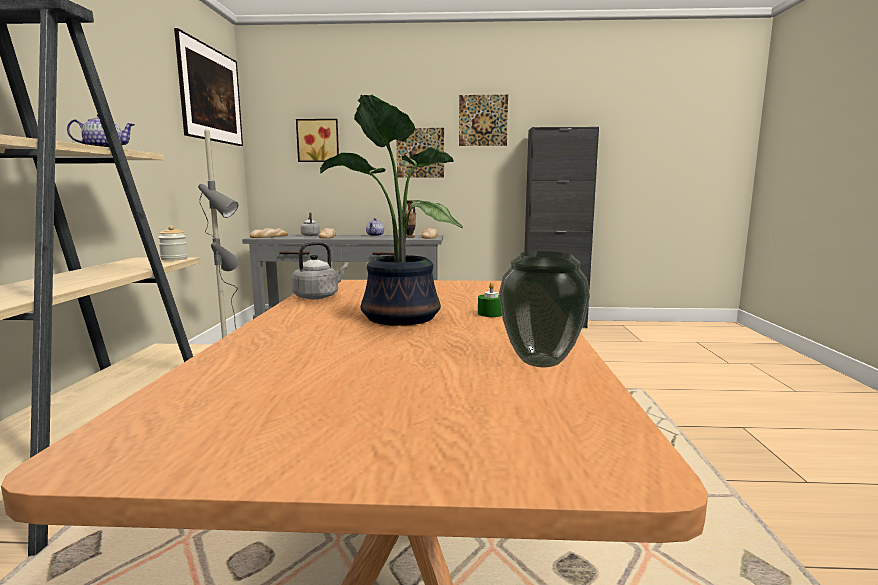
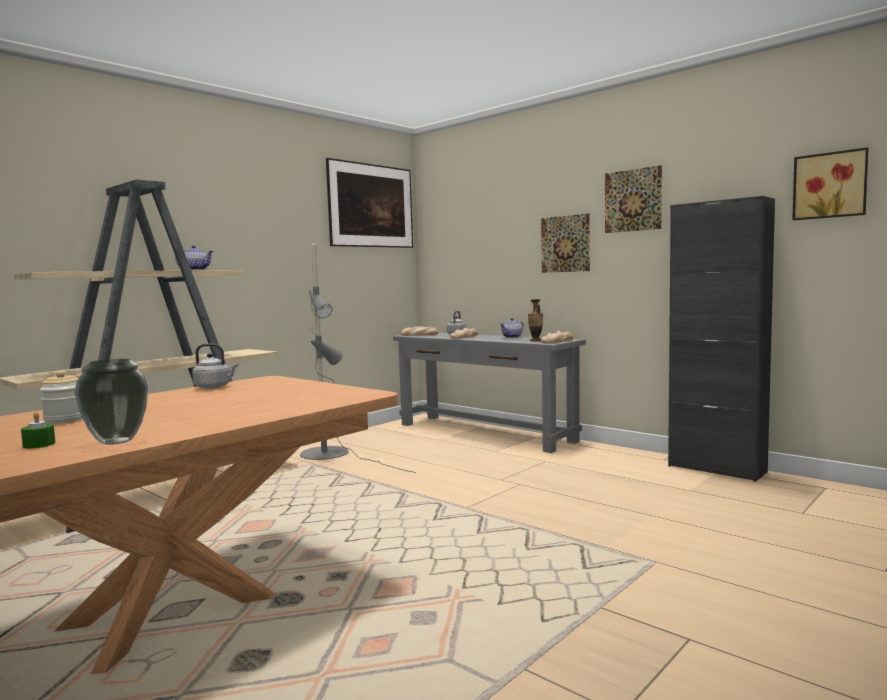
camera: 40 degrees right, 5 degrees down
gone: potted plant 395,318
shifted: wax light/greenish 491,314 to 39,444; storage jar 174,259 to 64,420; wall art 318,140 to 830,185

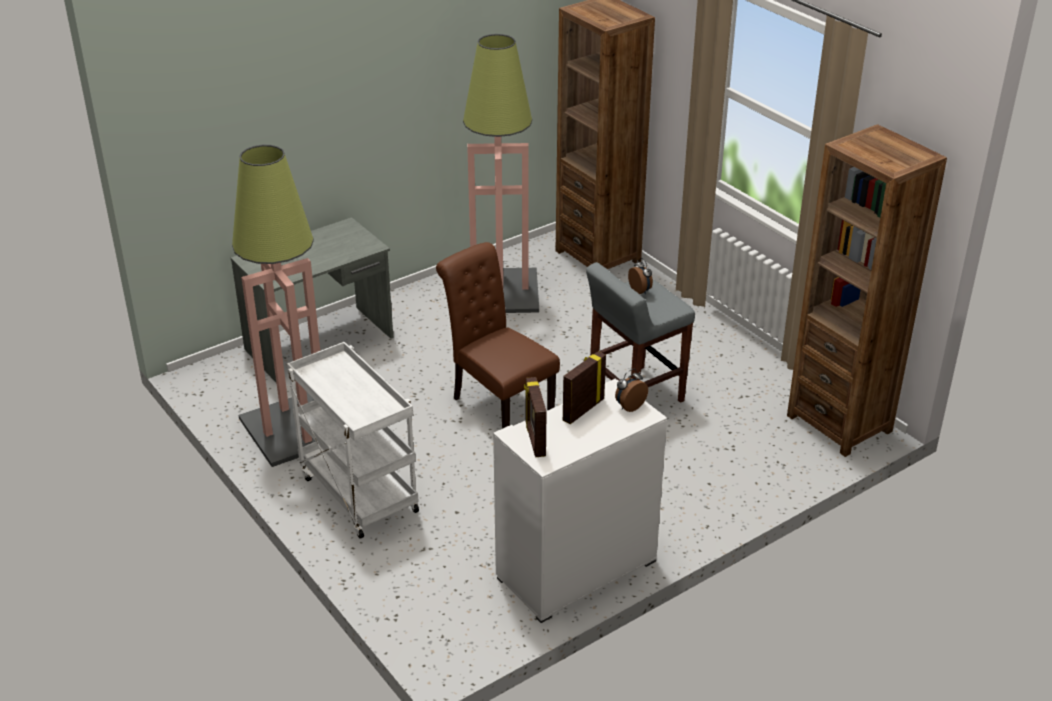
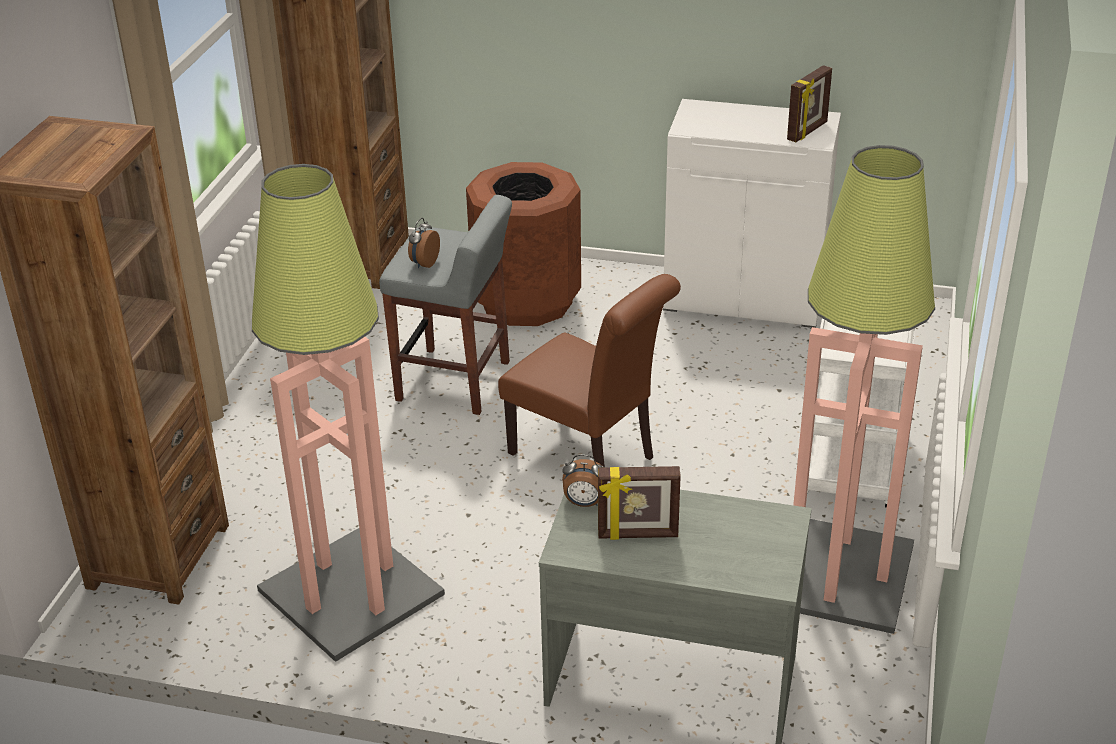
camera: 130 degrees left, 0 degrees up
new: trash can/brown 526,301
shifted: bedside clock 629,406 to 584,503; standing frame 582,409 to 638,535
rotated: upright chair/brown 497,403 = 589,458 60 degrees counterclockwise

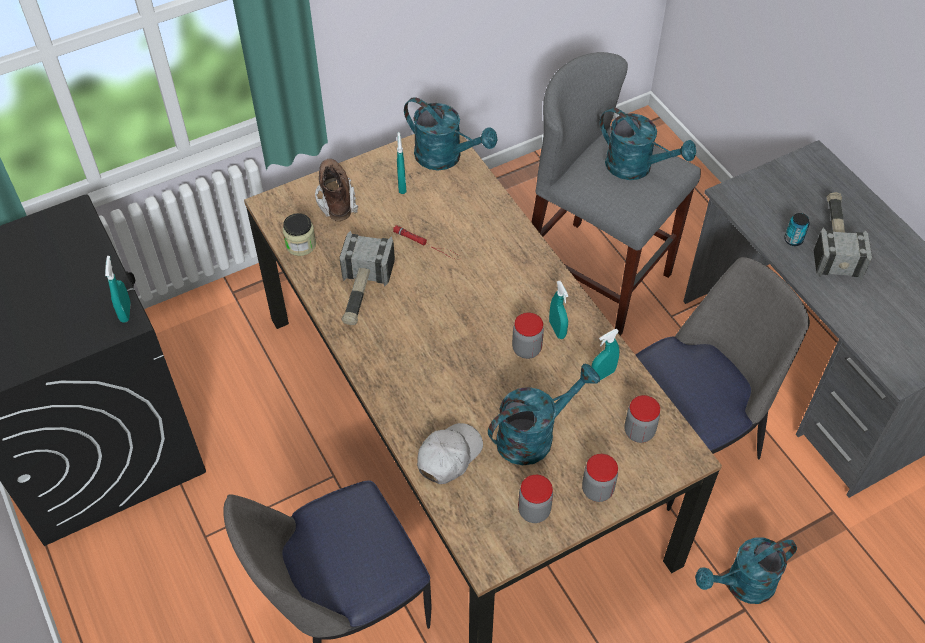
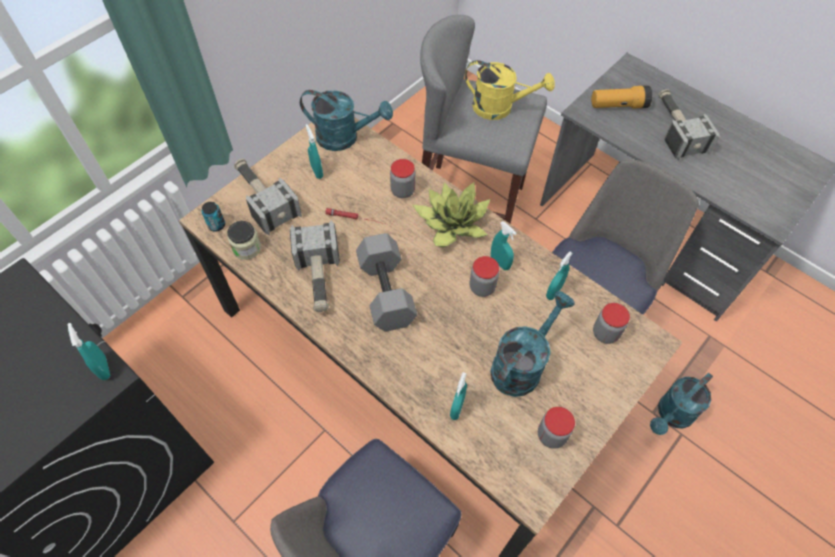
camera: 20 degrees left, 5 degrees up
new: free weight/grey 388,292; potted plant 452,224; hand torch 618,105
shifted: metal can 793,240 to 217,225; storage jar 597,490 to 403,191
swapped: tall boot/brown 336,199 to tool hammer 263,198; baseball cap/white-coloured 448,456 to spray bottle/blue-green 457,408
repainted: watering pot/blue-green 637,168 to watering pot/yellowish 500,108

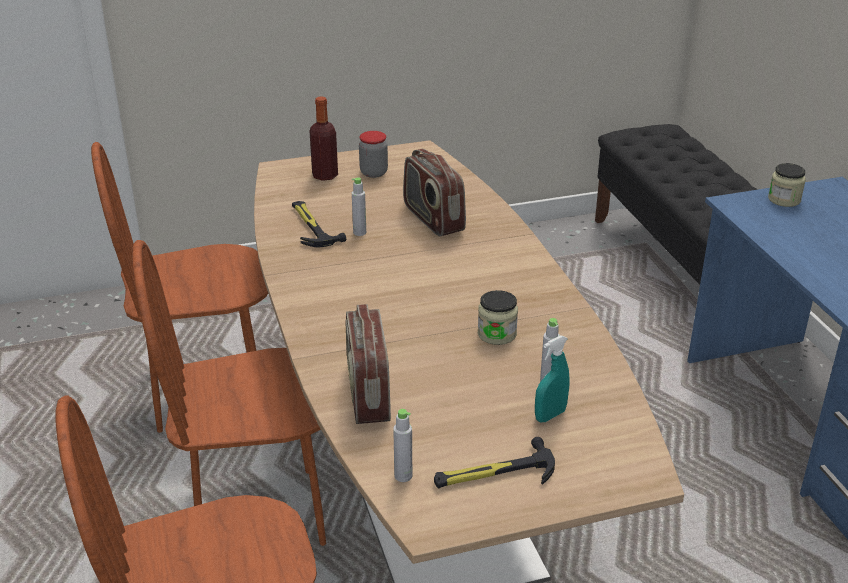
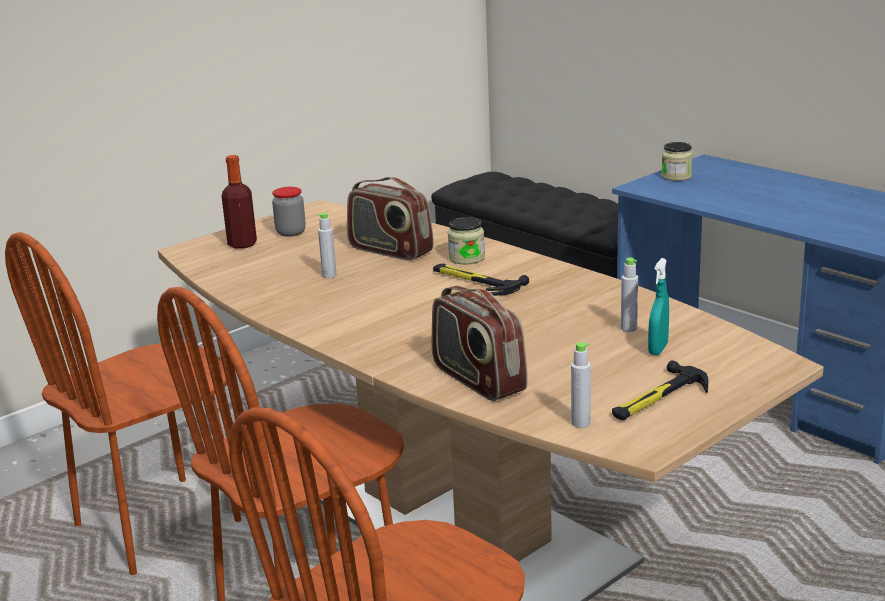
camera: 25 degrees left, 10 degrees down
shifted: tool hammer 311,226 to 475,281; storage jar 497,334 to 466,258

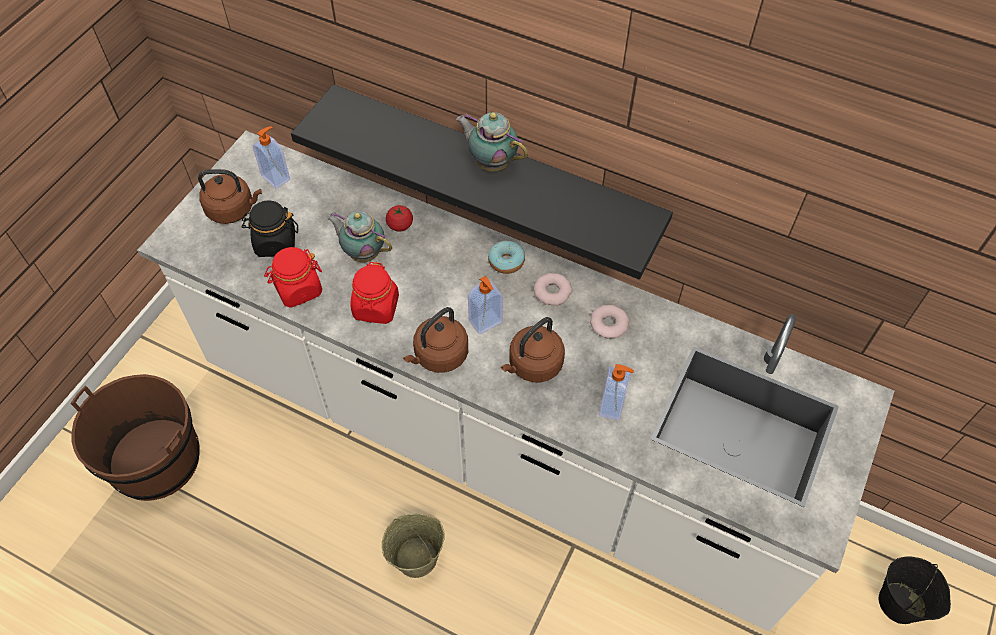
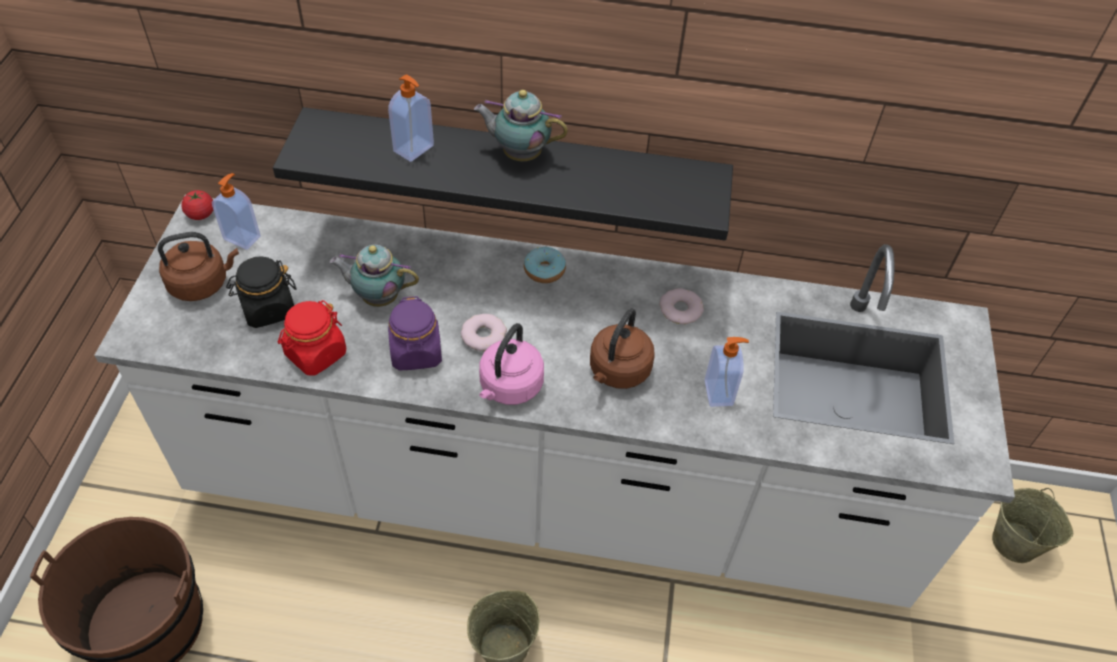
camera: 20 degrees left, 5 degrees down
shifted: tomato 400,225 to 201,214; soap dispenser 486,322 to 414,149; ring doughnut 552,291 to 483,335
repainted: storage jar/red-coloured 376,307 to storage jar/purplish 416,352; kettle/brown 439,356 to kettle/pinkish 509,387; pail/blackish 900,604 to pail/beige-coloured 1015,543

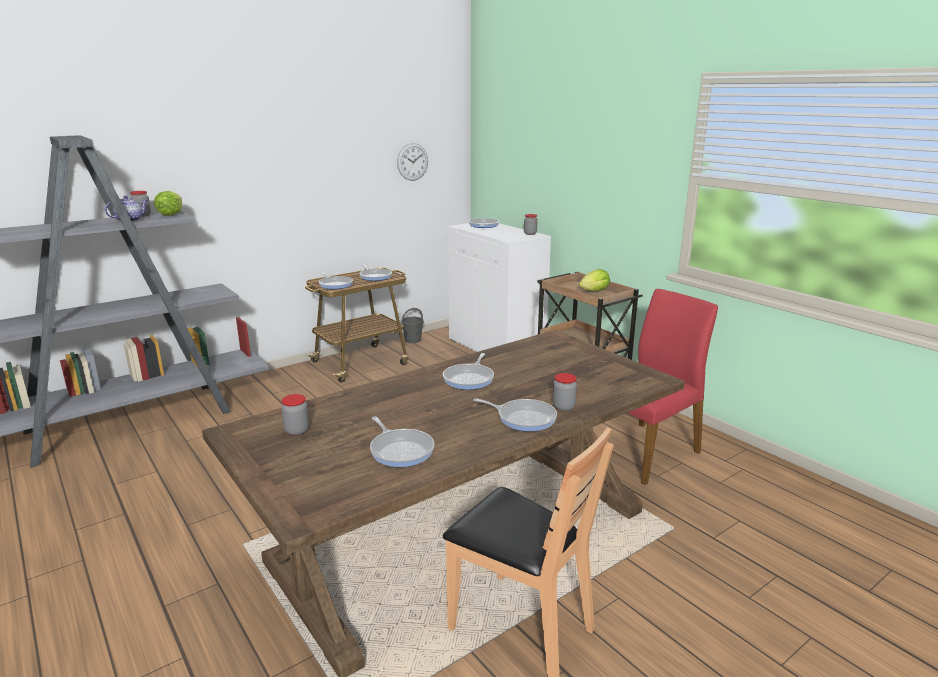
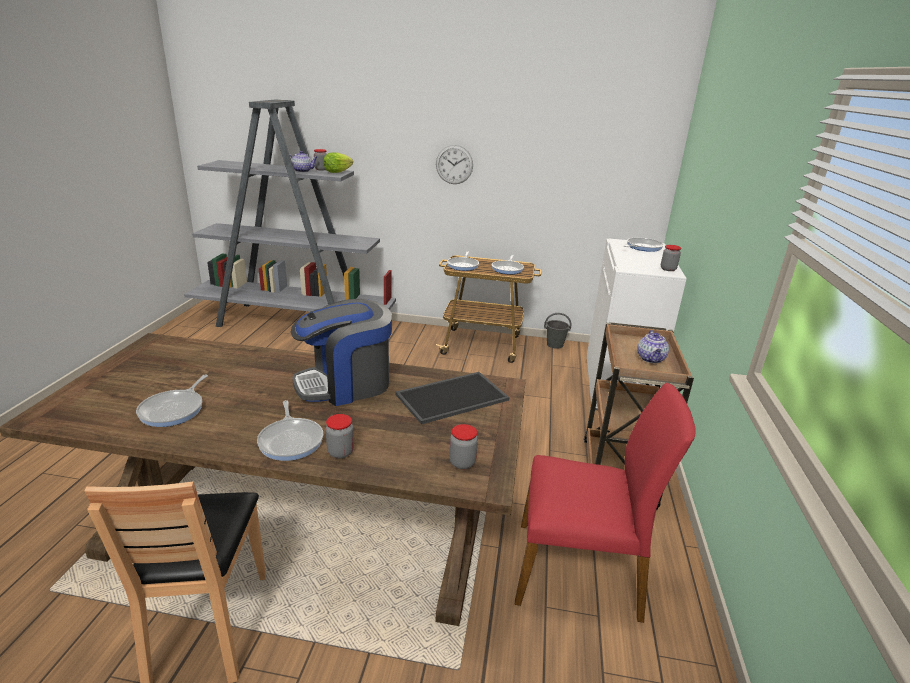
camera: 45 degrees right, 5 degrees up
new: tray 452,396
shifted: clock on the wall 412,162 to 454,164; storage jar 296,430 to 462,462
swapped: frying pan 470,379 to coffee brewer 345,384; head of lettuce 594,291 to teapot 651,359

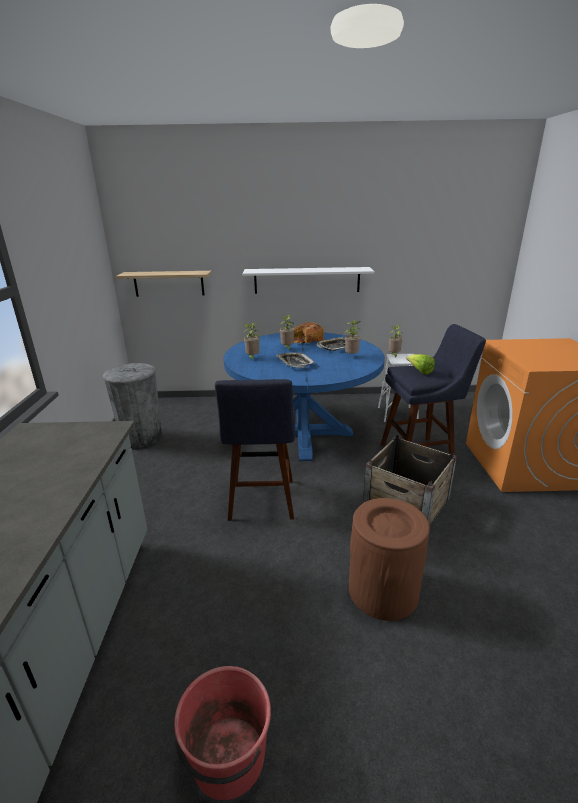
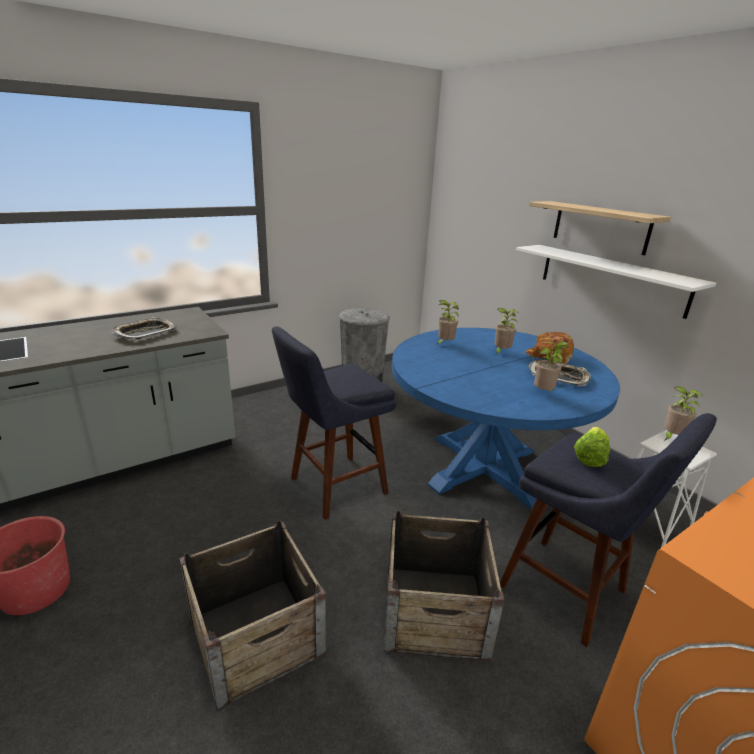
camera: 55 degrees right, 0 degrees up
shifted: tray 295,363 to 145,333; shelf 169,283 to 600,227
swapped: trash can/brown 382,591 to packing crate 255,635

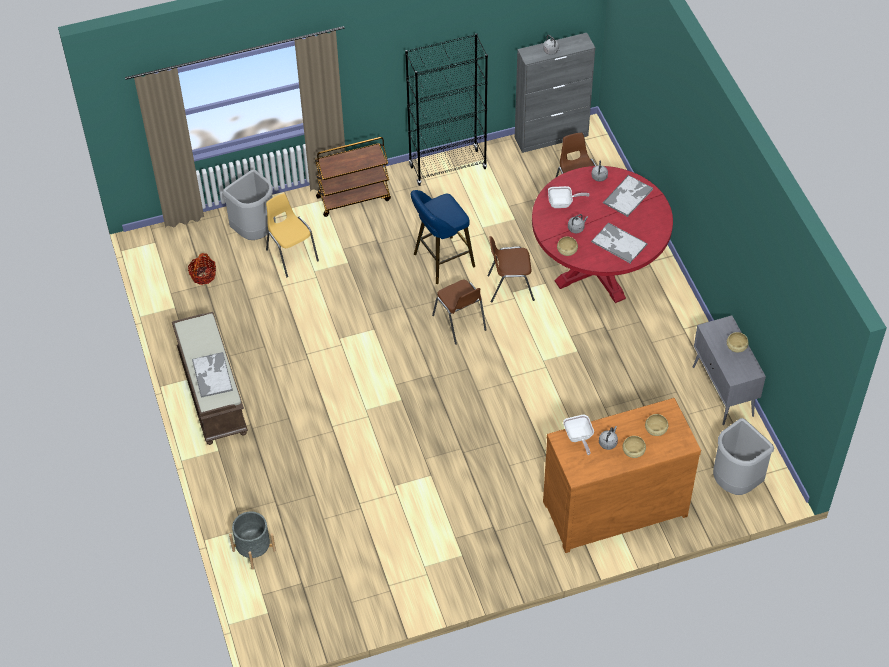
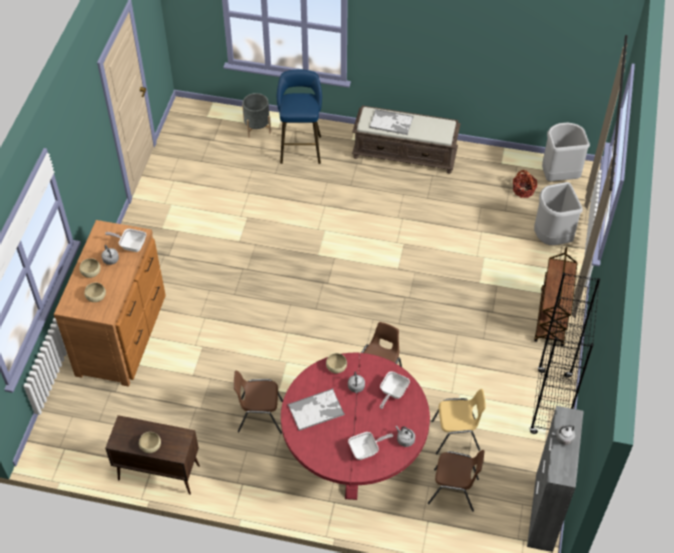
camera: 120 degrees right, 0 degrees up
shifted: upright chair/brown 459,323 to 259,416; stool seat/blue 441,261 to 300,147; upright chair/yellowish 291,255 to 456,436; trash can/grey 735,482 to 558,176
swapped: tray 628,196 to frying pan 366,450
repainted: storage cabinet/grey 723,392 to storage cabinet/brown 158,472

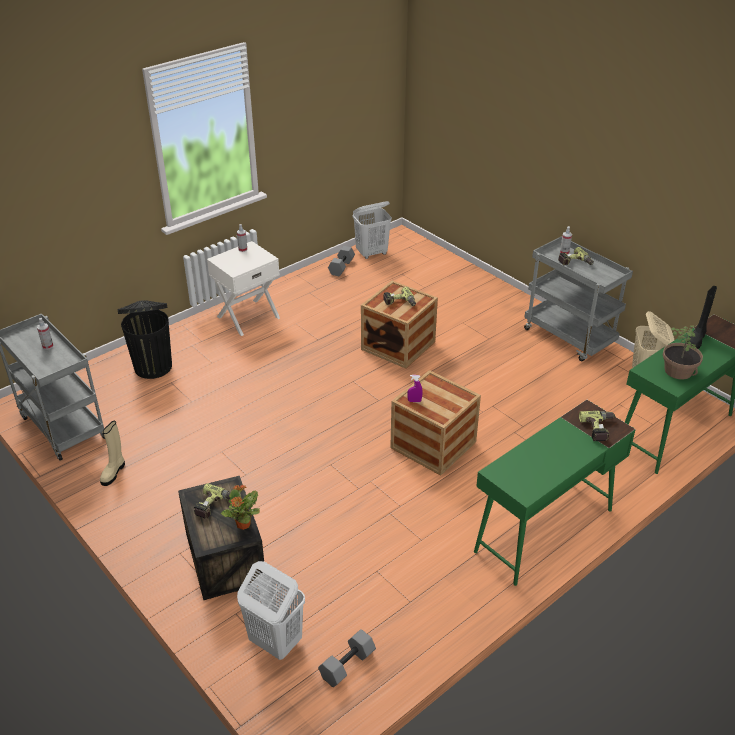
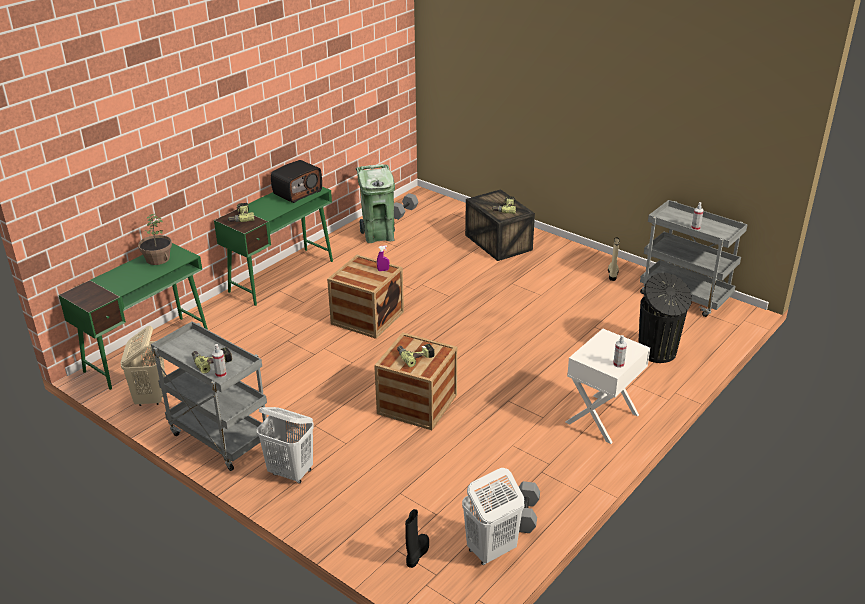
camera: 170 degrees right, 5 degrees down
gone: potted plant 243,525
new: radio receiver 297,192; trash can/greenish 379,235
shifted: washing basket/white-coloured 275,642 to 291,472; tall boot/blackish 696,339 to 417,554

